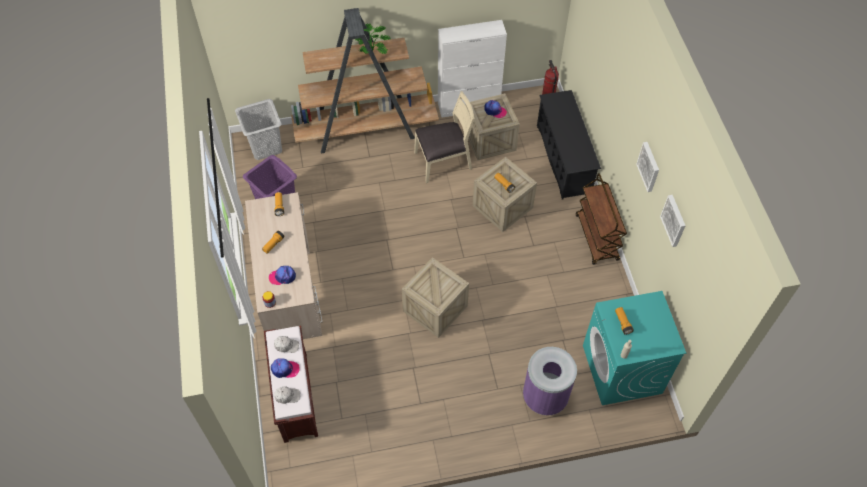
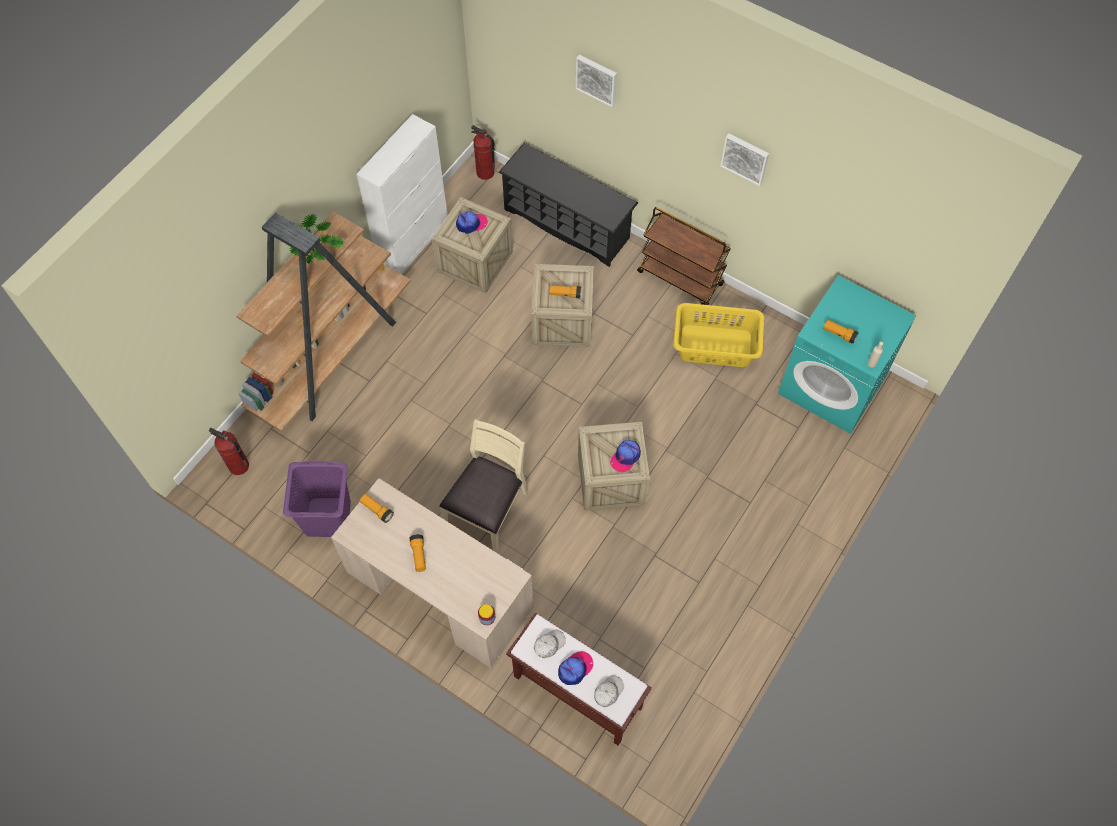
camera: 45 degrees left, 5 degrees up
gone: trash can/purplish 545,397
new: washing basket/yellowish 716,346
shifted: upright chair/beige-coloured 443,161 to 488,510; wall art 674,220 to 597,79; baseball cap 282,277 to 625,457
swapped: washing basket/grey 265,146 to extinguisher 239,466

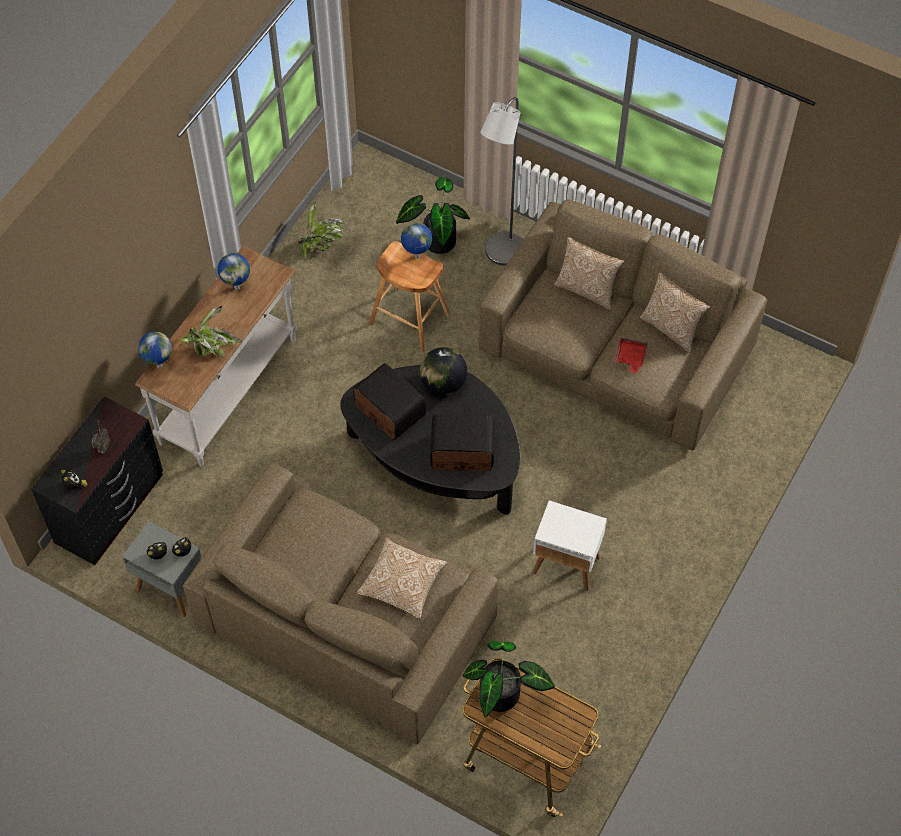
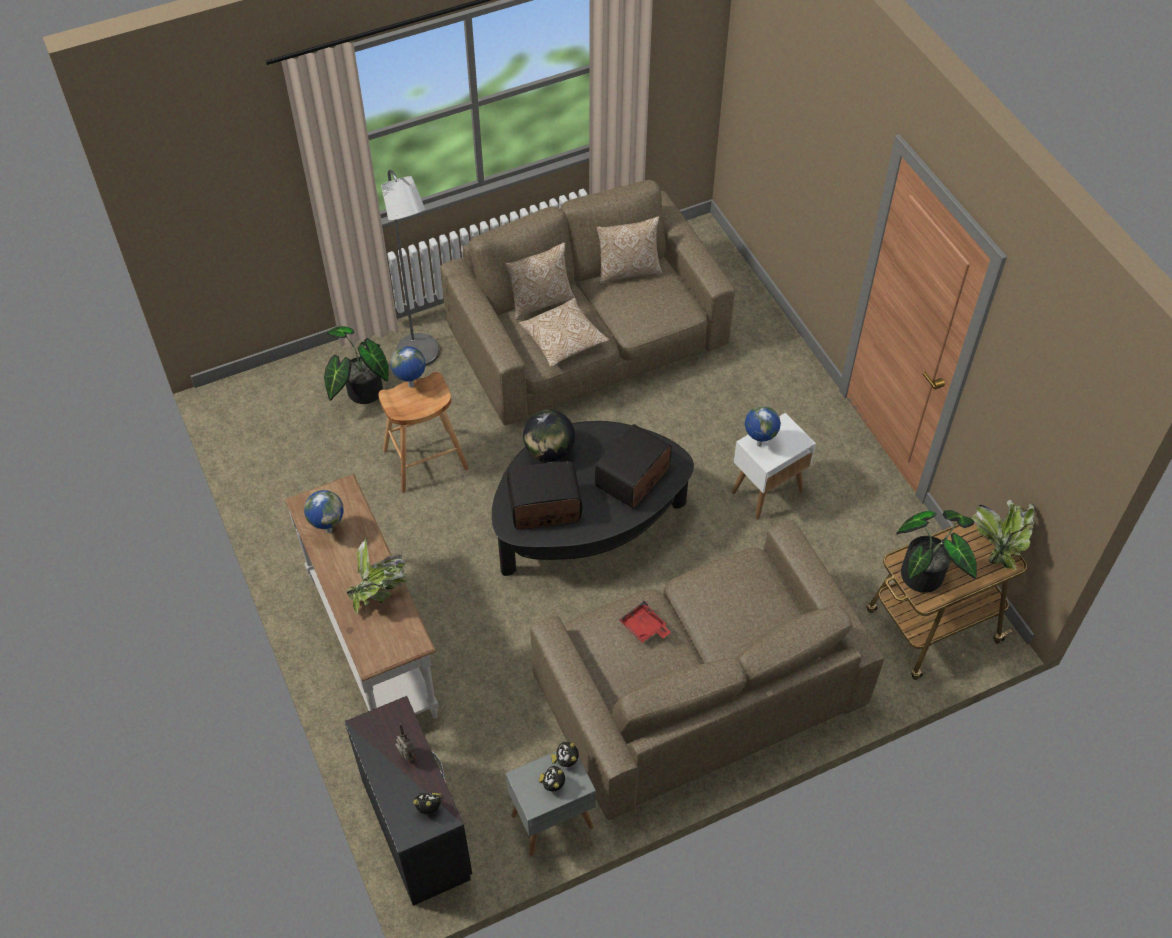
camera: 55 degrees left, 5 degrees down
shifted: cushion 402,584 to 563,341; tray/red-coloured 630,357 to 644,627; globe 158,365 to 758,444; potted plant 322,244 to 997,544

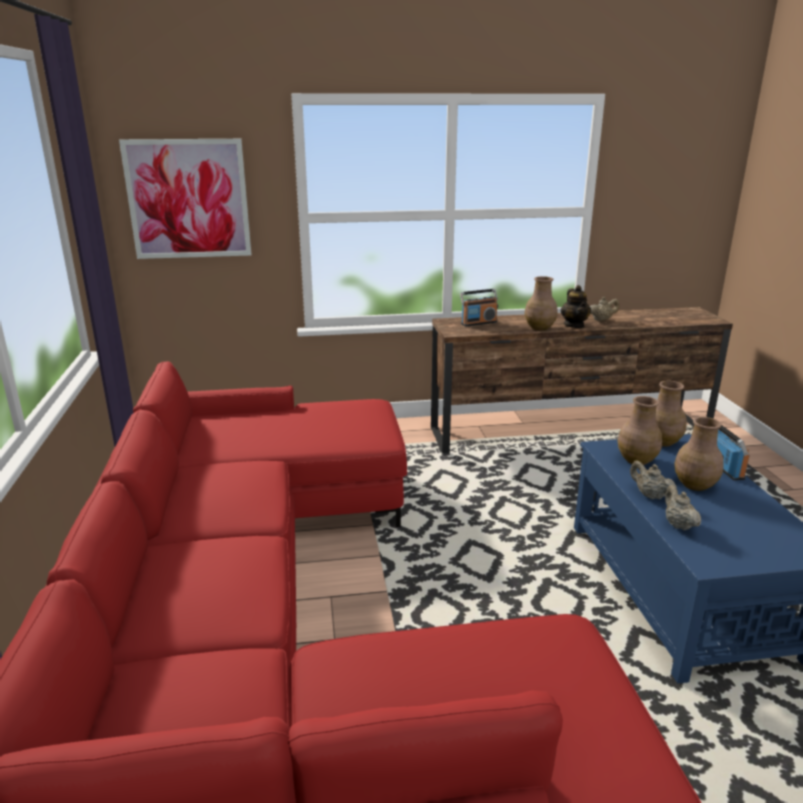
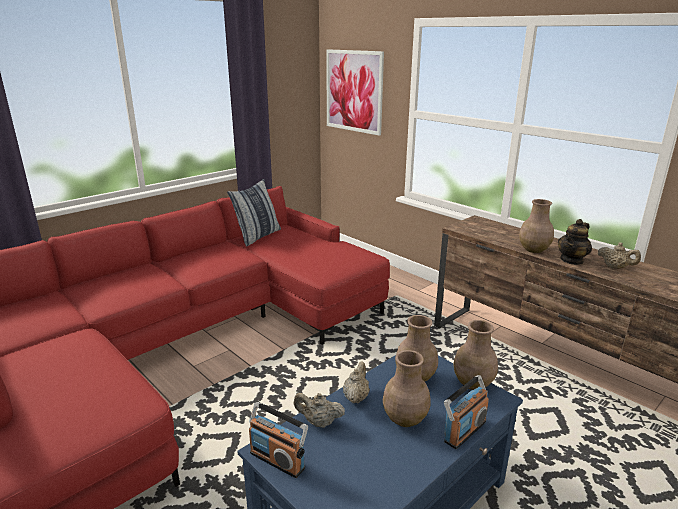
camera: 55 degrees right, 0 degrees up
new: cushion 257,236
shifted: radio receiver 478,323 to 277,460
rotated: teapot/beige-coloured 678,524 = 319,422 120 degrees counterclockwise

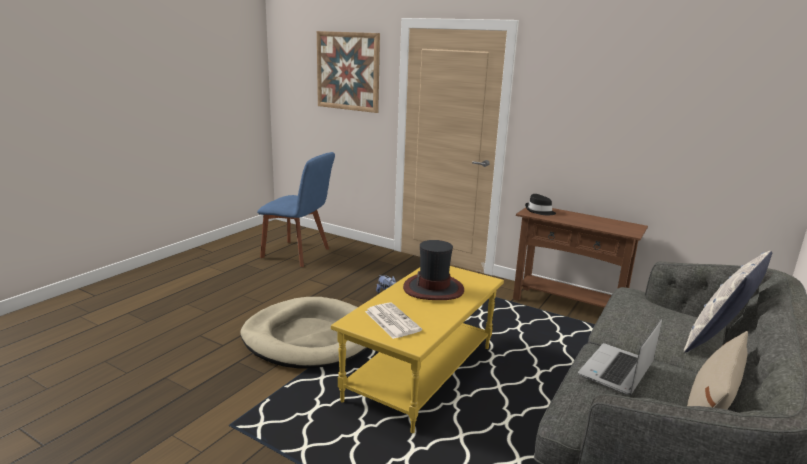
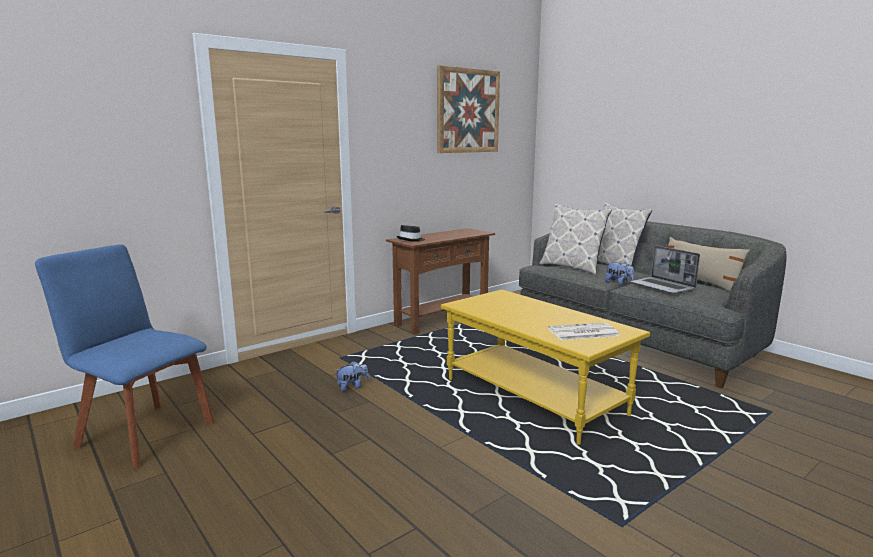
camera: 70 degrees left, 5 degrees down
gone: dog bed/beige-coloured 309,337; wearable hat 433,288
new: cushion 572,267; cuddly toy 618,283
shifted: wall art 348,71 to 468,111
rotated: upright chair/blue 298,254 = 142,433 105 degrees counterclockwise

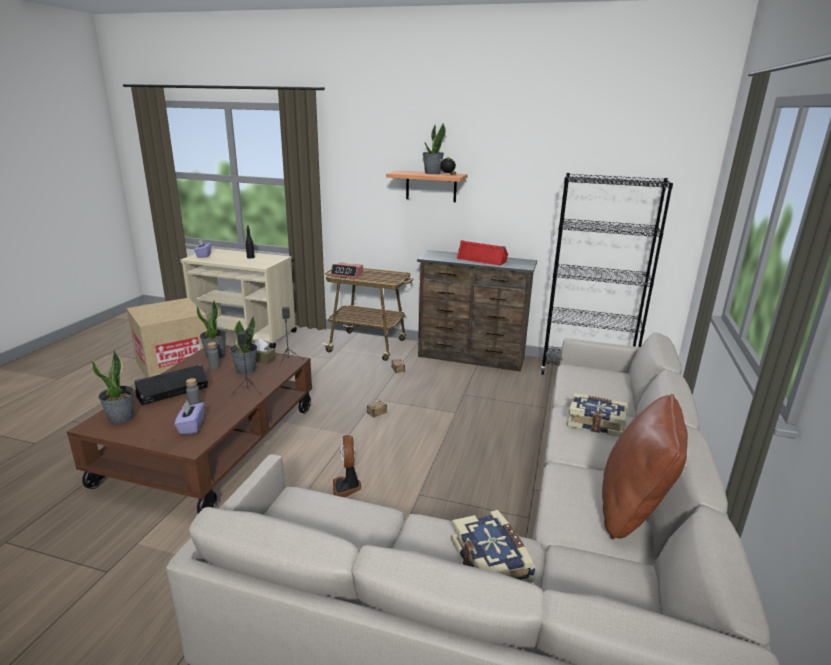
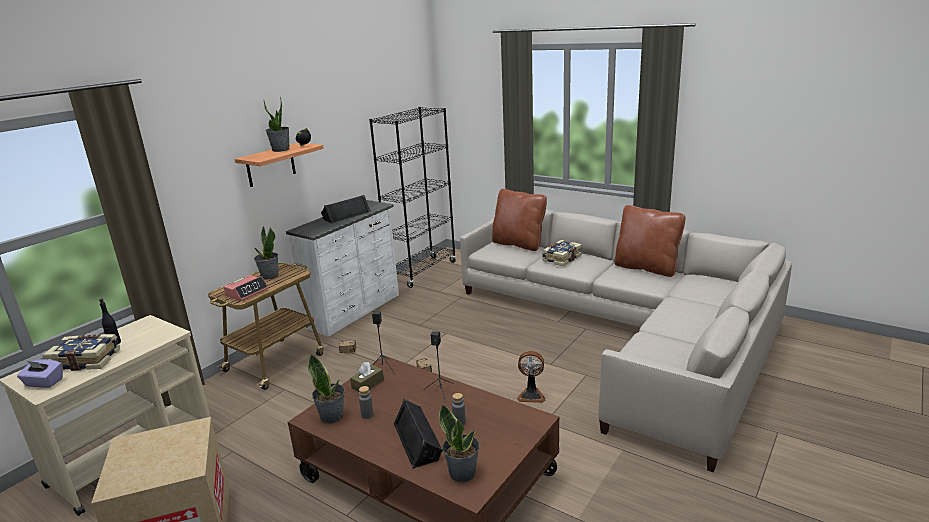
camera: 70 degrees left, 0 degrees up
gone: tissue holder/purplish 191,426
new: cushion/brown 519,244
shifted: book 492,562 to 86,360; potted plant 245,370 to 269,276
repainted: drawer chest/brown 471,358 to drawer chest/white-coloured 355,311; audio speaker/red-coloured 482,260 to audio speaker/blackish 346,215

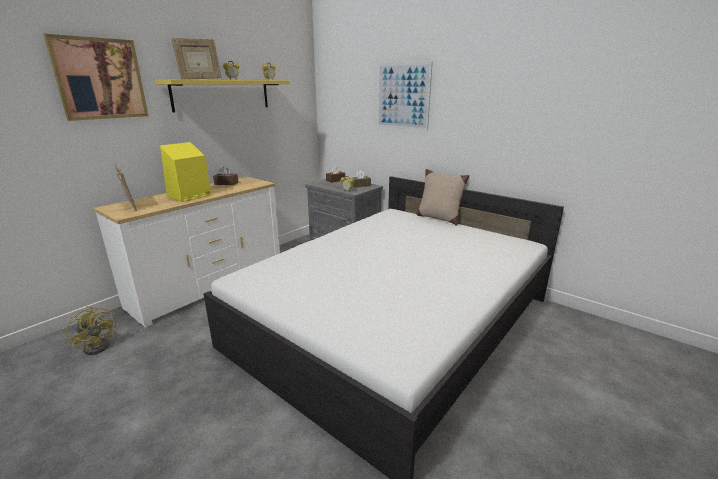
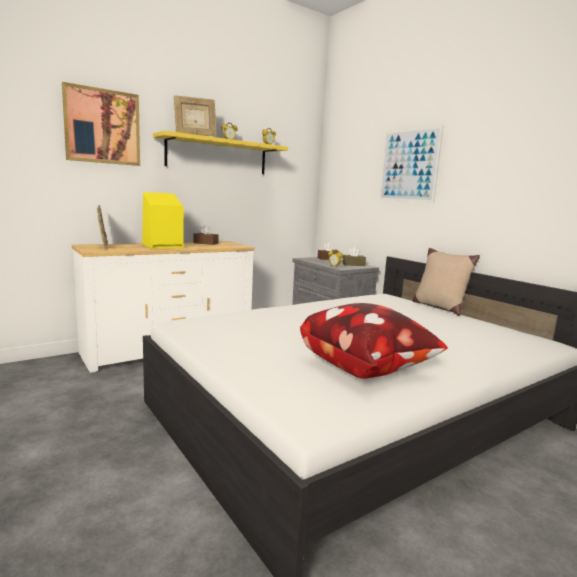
camera: 15 degrees right, 10 degrees down
gone: fan/yellowish 100,344
new: cushion 365,368

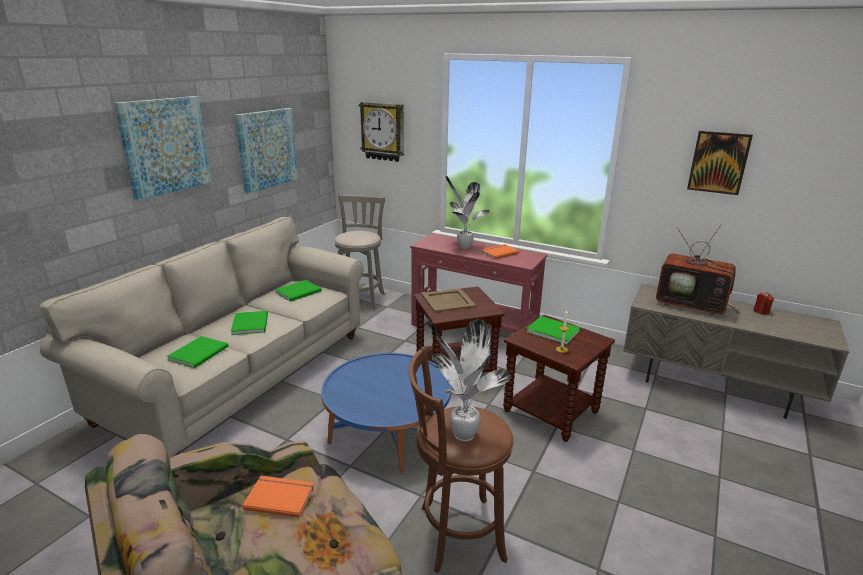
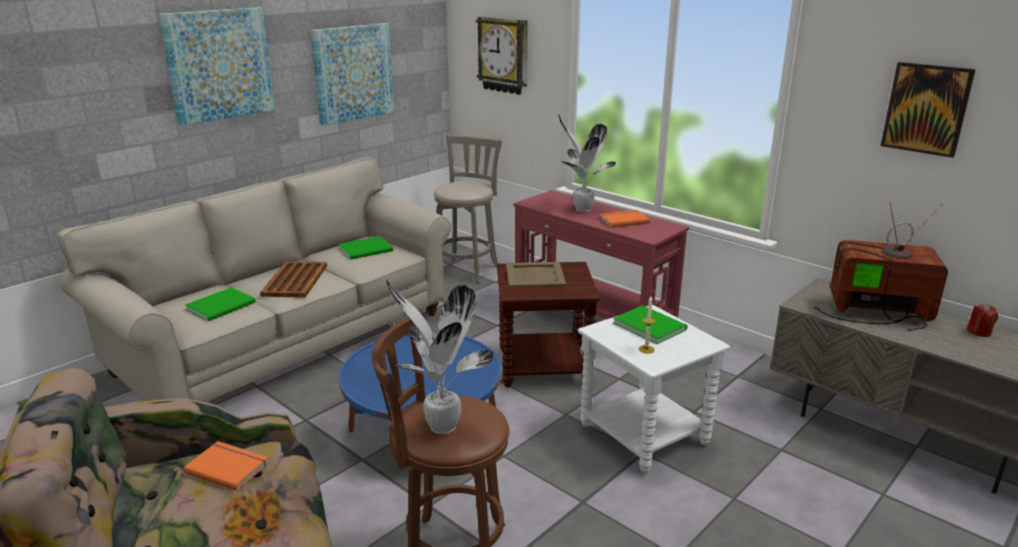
camera: 15 degrees right, 0 degrees up
swapped: book/greenish 251,323 to tray/brown 295,280
repainted: accent table/brown 551,411 to accent table/white-coloured 645,434
rotated: TV 693,304 = 875,312 150 degrees clockwise

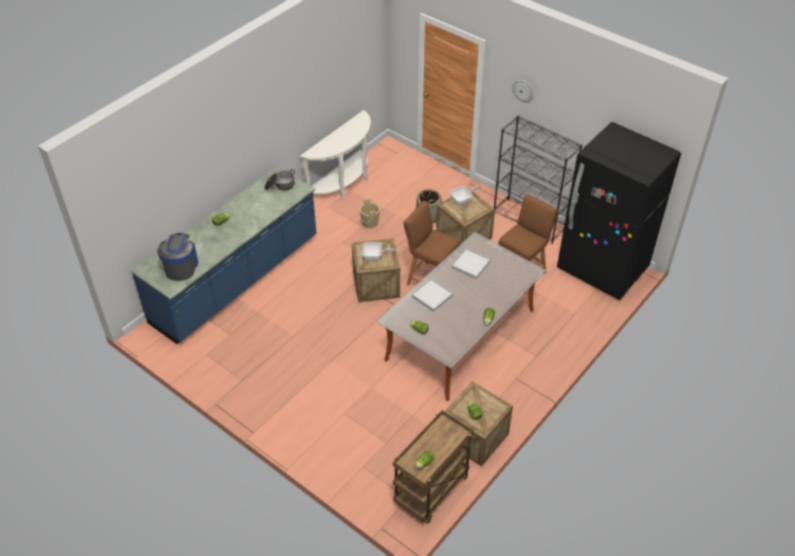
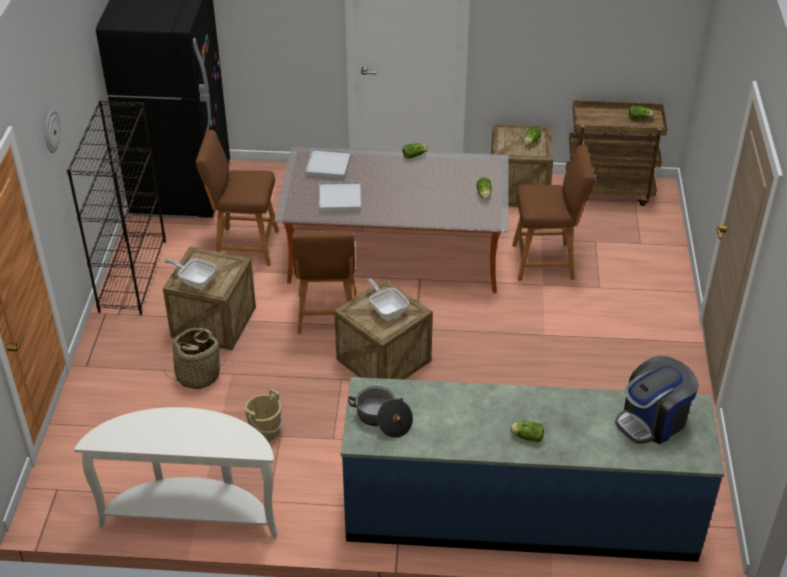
camera: 125 degrees left, 5 degrees down
new: stool seat/brown 546,261
shifted: tray/white-coloured 432,296 to 328,166

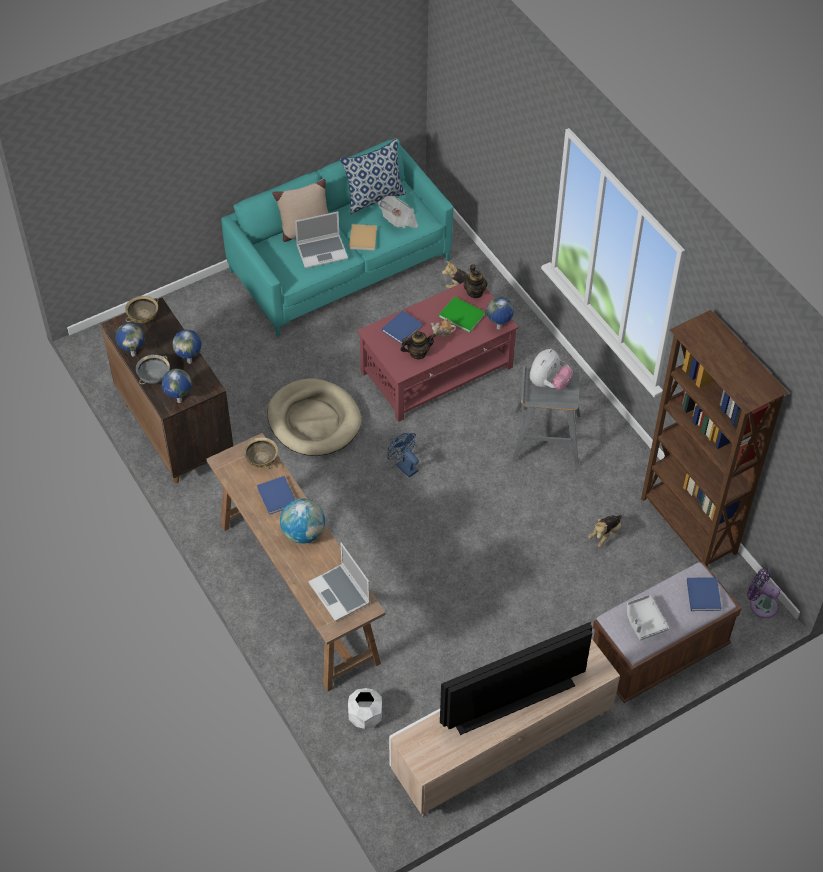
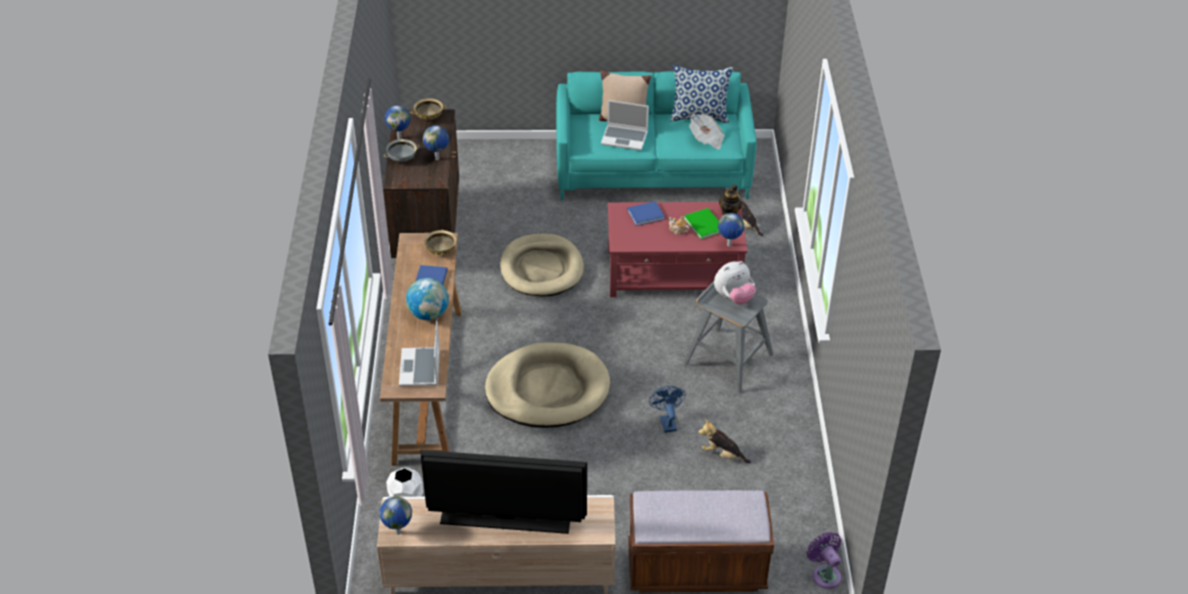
camera: 30 degrees right, 10 degrees down
gone: book/beige-coloured 363,237; teapot 418,353; tray/grey 644,621; bookshelf/brown 688,527; book/blue 703,594
new: dog bed/beige-coloured 547,390
shifted: globe 178,401 to 397,532; fan/blue 404,466 to 666,421
rotated: cuddly toy 605,534 = 722,454 45 degrees clockwise

